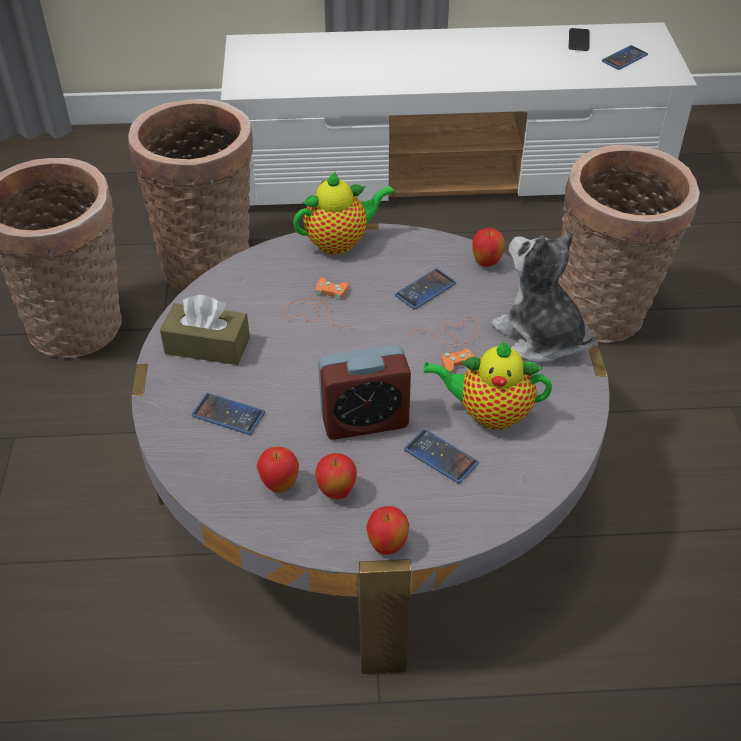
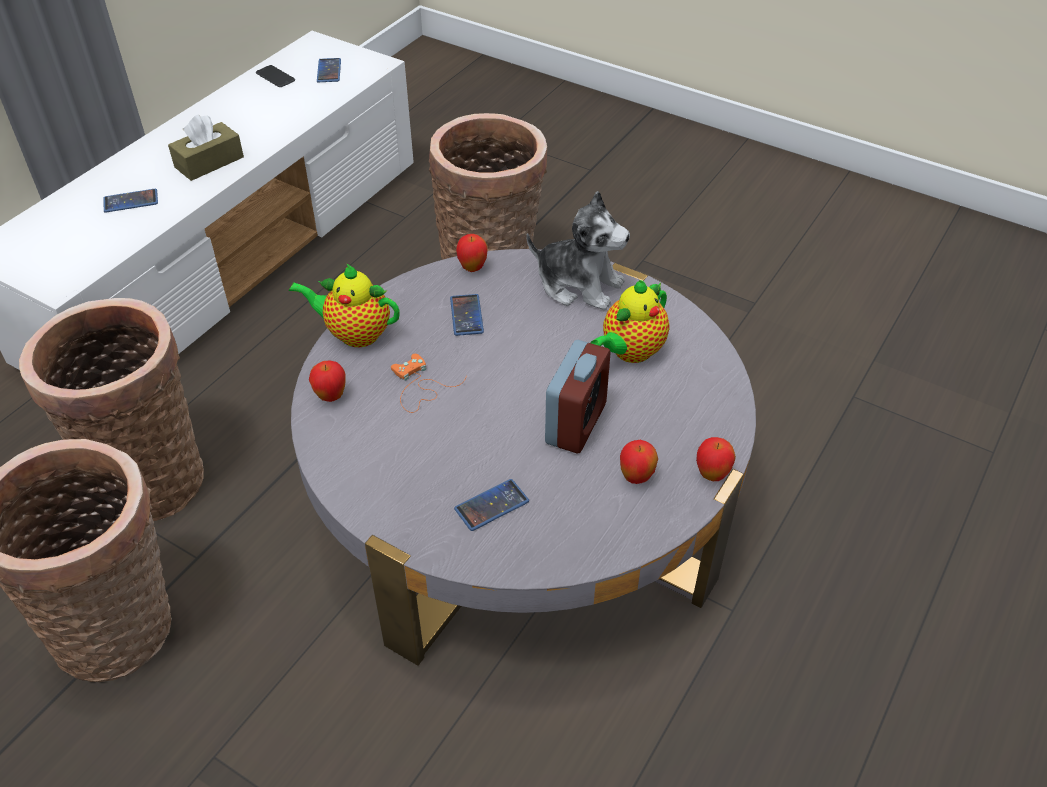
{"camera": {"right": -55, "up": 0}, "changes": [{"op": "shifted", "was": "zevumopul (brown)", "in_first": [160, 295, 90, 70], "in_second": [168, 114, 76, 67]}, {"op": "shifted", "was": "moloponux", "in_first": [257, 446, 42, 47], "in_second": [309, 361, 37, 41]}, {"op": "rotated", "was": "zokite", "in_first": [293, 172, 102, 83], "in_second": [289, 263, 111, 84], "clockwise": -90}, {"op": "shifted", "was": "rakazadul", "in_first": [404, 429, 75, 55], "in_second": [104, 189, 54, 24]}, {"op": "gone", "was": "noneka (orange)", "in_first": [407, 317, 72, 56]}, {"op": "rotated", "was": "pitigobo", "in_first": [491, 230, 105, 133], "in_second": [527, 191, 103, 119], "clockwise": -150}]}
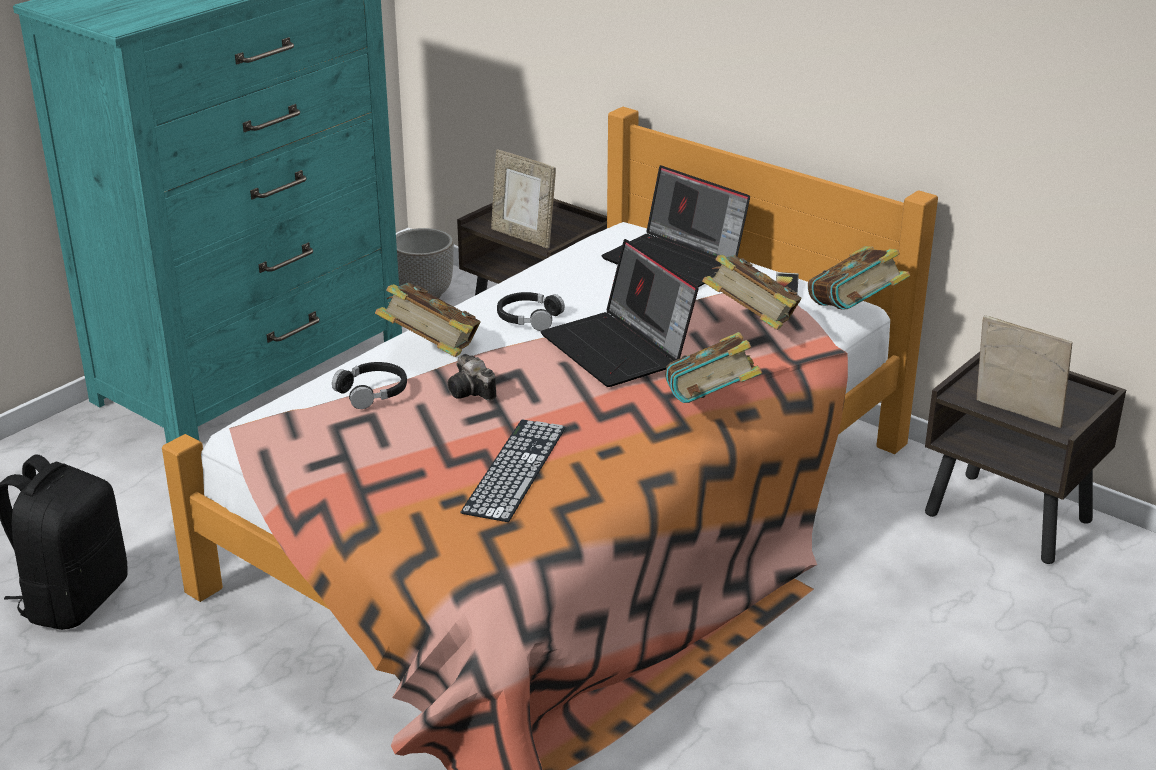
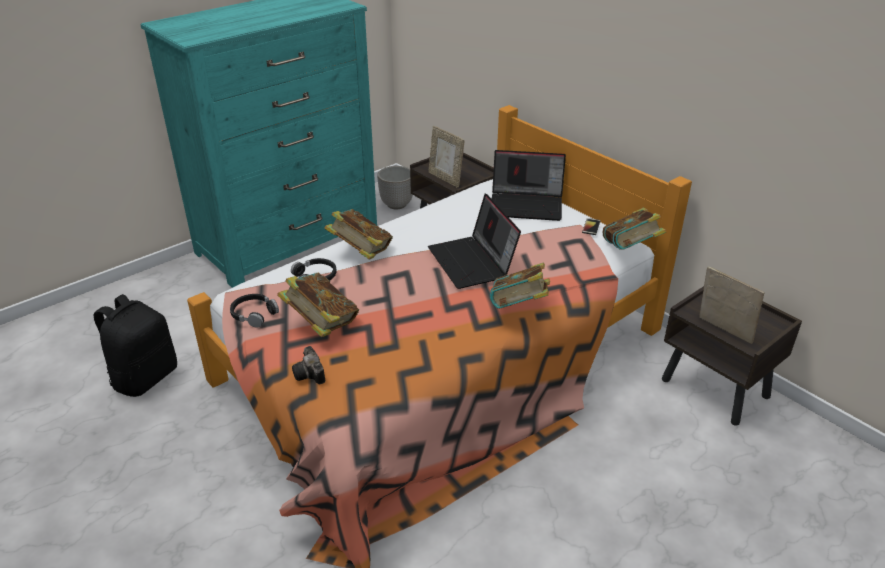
{"camera": {"right": 10, "up": 5}, "changes": [{"op": "shifted", "was": "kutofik", "in_first": [448, 354, 48, 46], "in_second": [292, 346, 33, 38]}, {"op": "gone", "was": "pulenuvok", "in_first": [460, 420, 106, 102]}, {"op": "shifted", "was": "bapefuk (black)", "in_first": [497, 292, 68, 39], "in_second": [230, 294, 49, 34]}, {"op": "rotated", "was": "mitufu", "in_first": [602, 165, 148, 122], "in_second": [492, 150, 74, 71], "clockwise": -45}, {"op": "shifted", "was": "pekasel", "in_first": [702, 254, 100, 76], "in_second": [277, 272, 82, 65]}]}
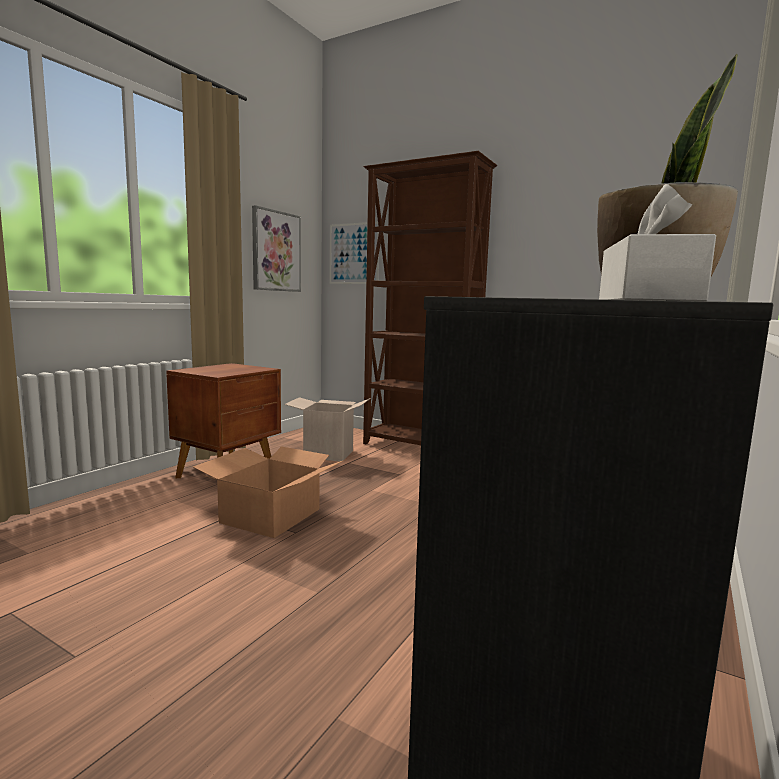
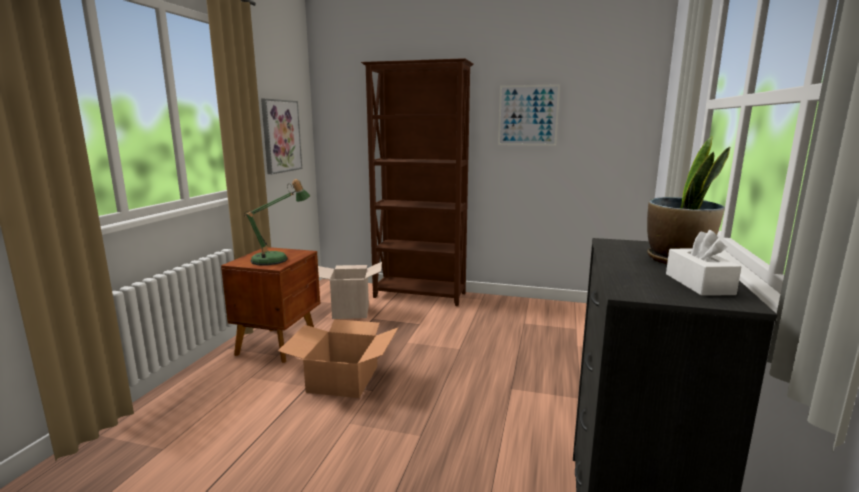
{"camera": {"right": -15, "up": 5}, "changes": [{"op": "shifted", "was": "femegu", "in_first": [330, 222, 49, 62], "in_second": [498, 84, 62, 62]}, {"op": "new", "now": "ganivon", "in_second": [244, 179, 66, 86]}]}
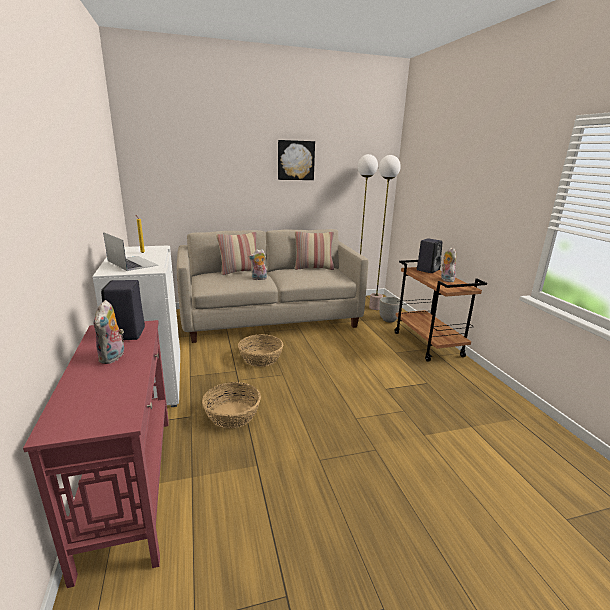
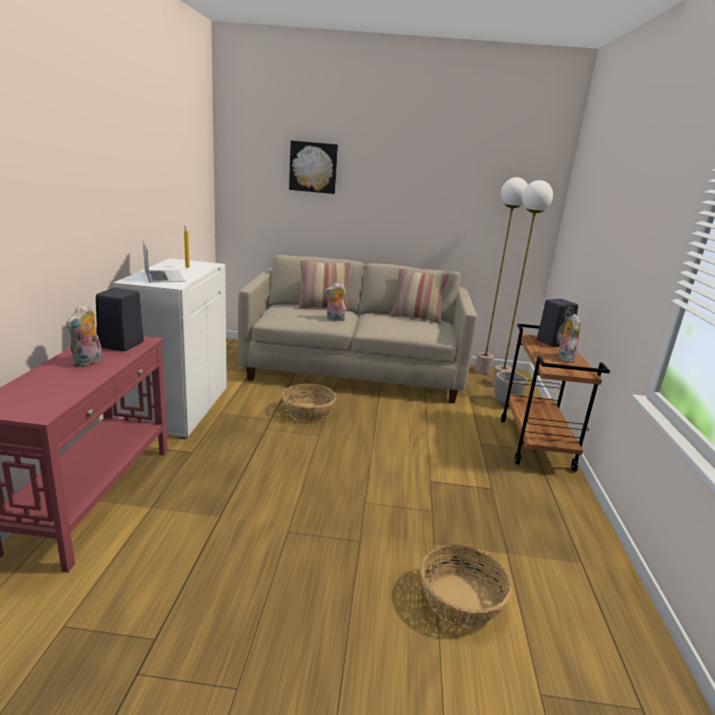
{"camera": {"right": 20, "up": 0}, "changes": [{"op": "shifted", "was": "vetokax", "in_first": [202, 382, 59, 47], "in_second": [420, 544, 92, 84]}, {"op": "shifted", "was": "femegu", "in_first": [278, 140, 37, 40], "in_second": [289, 141, 49, 53]}]}
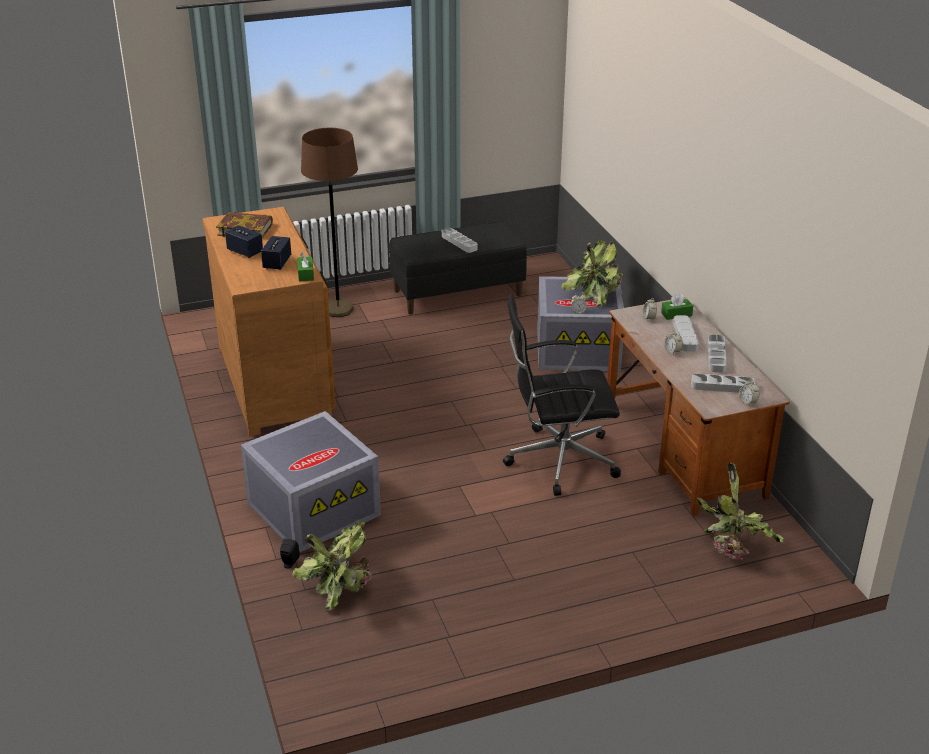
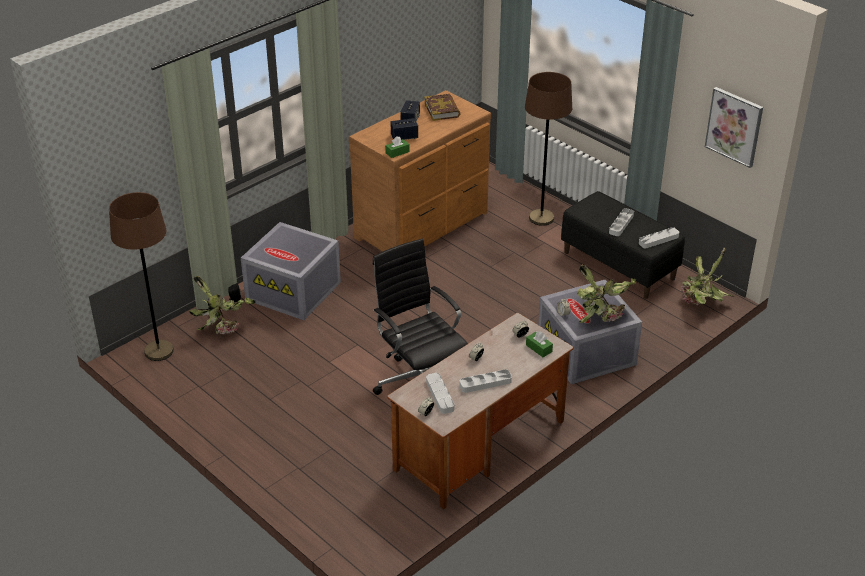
{"camera": {"right": 65, "up": 5}, "changes": [{"op": "shifted", "was": "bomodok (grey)", "in_first": [673, 315, 26, 37], "in_second": [639, 227, 40, 21]}, {"op": "shifted", "was": "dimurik", "in_first": [697, 463, 87, 96], "in_second": [681, 247, 53, 58]}, {"op": "new", "now": "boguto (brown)", "in_second": [109, 192, 65, 169]}, {"op": "new", "now": "femegu", "in_second": [705, 87, 58, 81]}]}
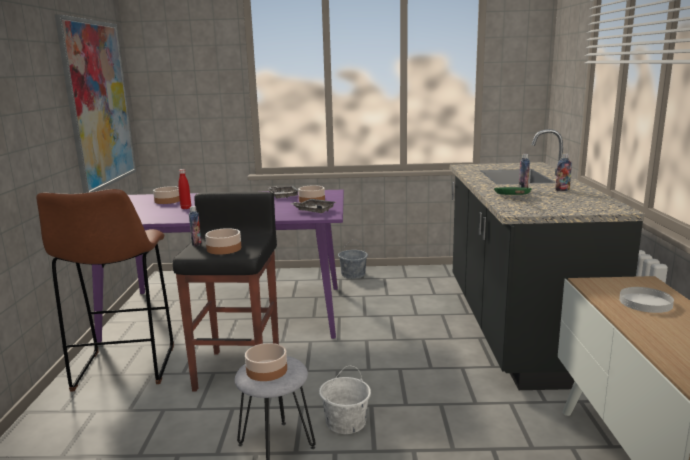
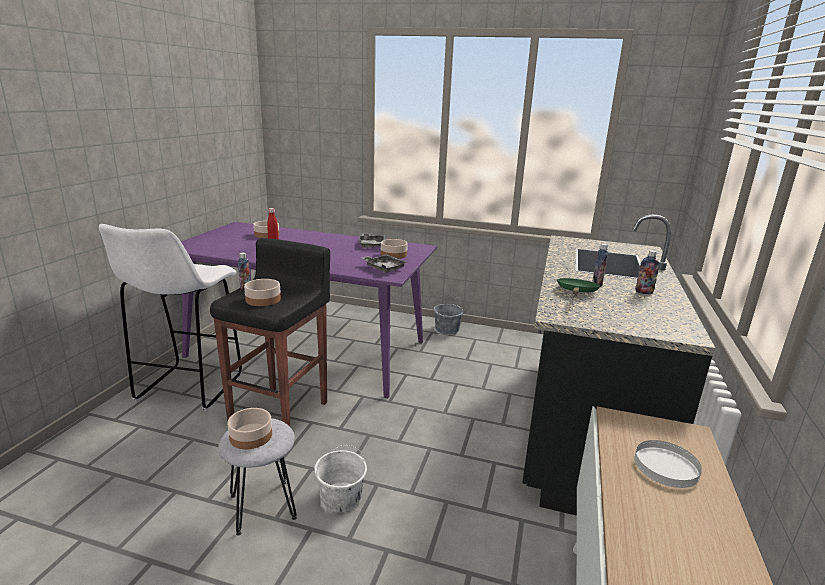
{"camera": {"right": 15, "up": 5}, "changes": [{"op": "repainted", "was": "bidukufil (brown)", "now": "bidukufil (white)", "in_first": [36, 189, 138, 203], "in_second": [99, 224, 143, 187]}, {"op": "gone", "was": "femegu", "in_first": [55, 14, 81, 179]}]}
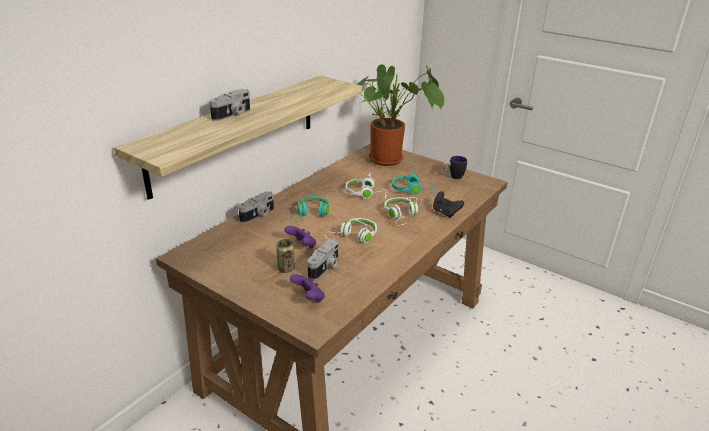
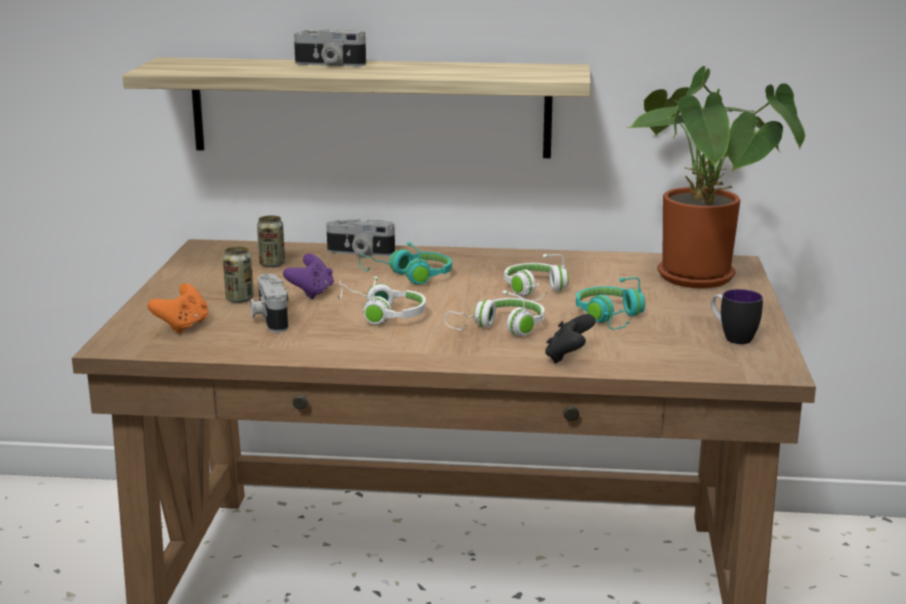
{"camera": {"right": 60, "up": -10}, "changes": [{"op": "repainted", "was": "noneka (purple)", "now": "noneka (orange)", "in_first": [290, 274, 35, 28], "in_second": [147, 283, 62, 51]}, {"op": "rotated", "was": "kutofik", "in_first": [307, 239, 32, 41], "in_second": [250, 274, 39, 58], "clockwise": 75}, {"op": "new", "now": "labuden", "in_second": [257, 216, 28, 51]}]}
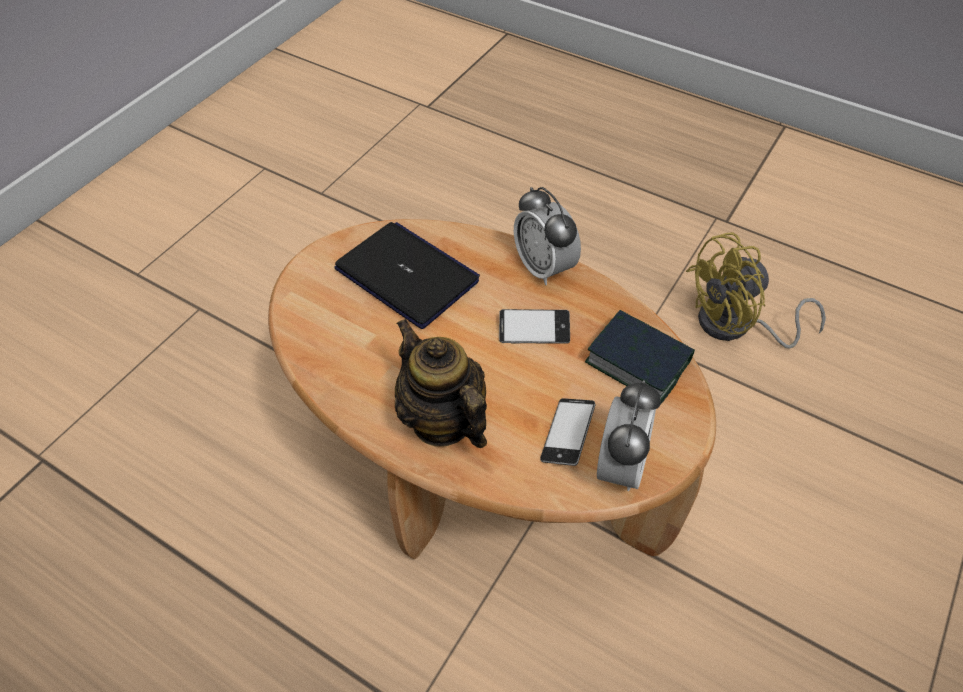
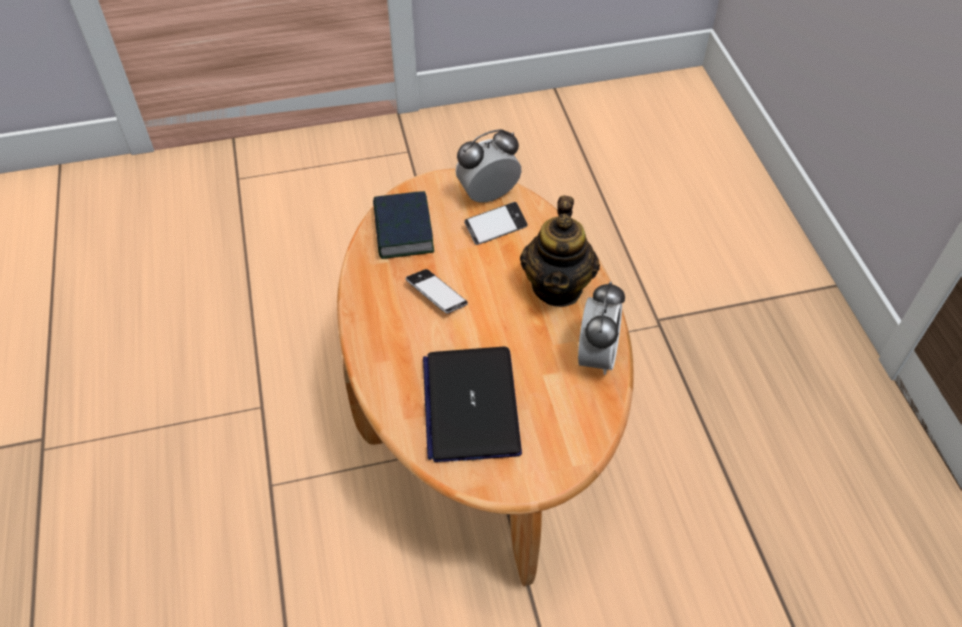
{"camera": {"right": -135, "up": 0}, "changes": [{"op": "shifted", "was": "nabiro", "in_first": [514, 187, 67, 98], "in_second": [578, 281, 47, 94]}, {"op": "gone", "was": "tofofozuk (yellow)", "in_first": [686, 232, 140, 117]}]}
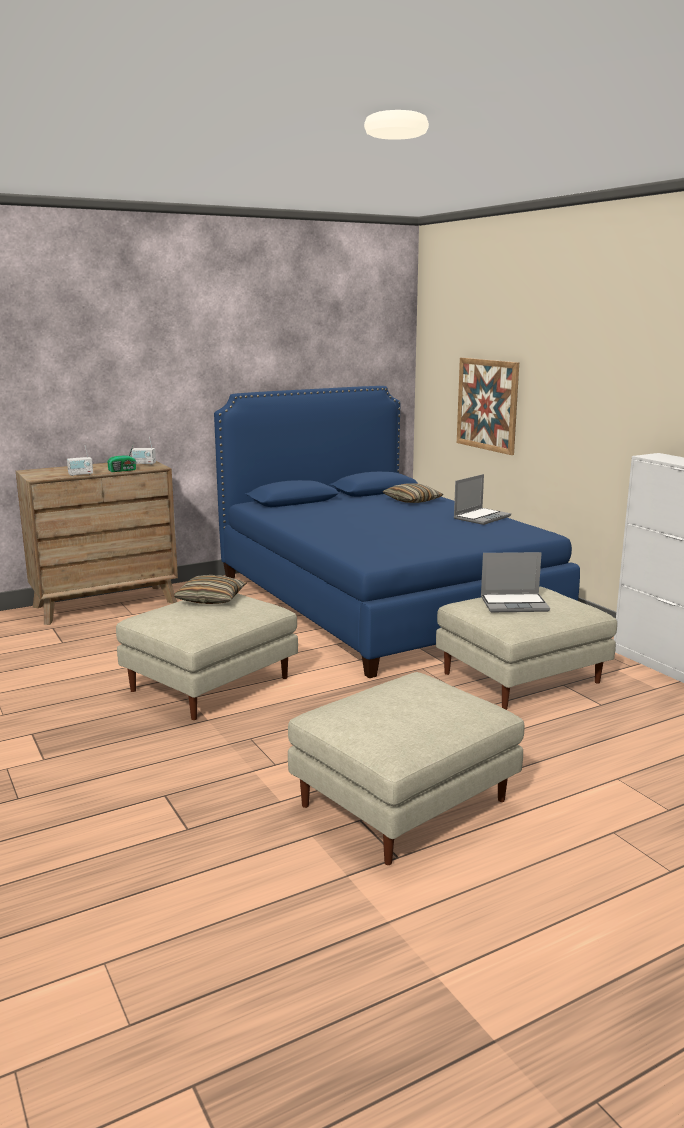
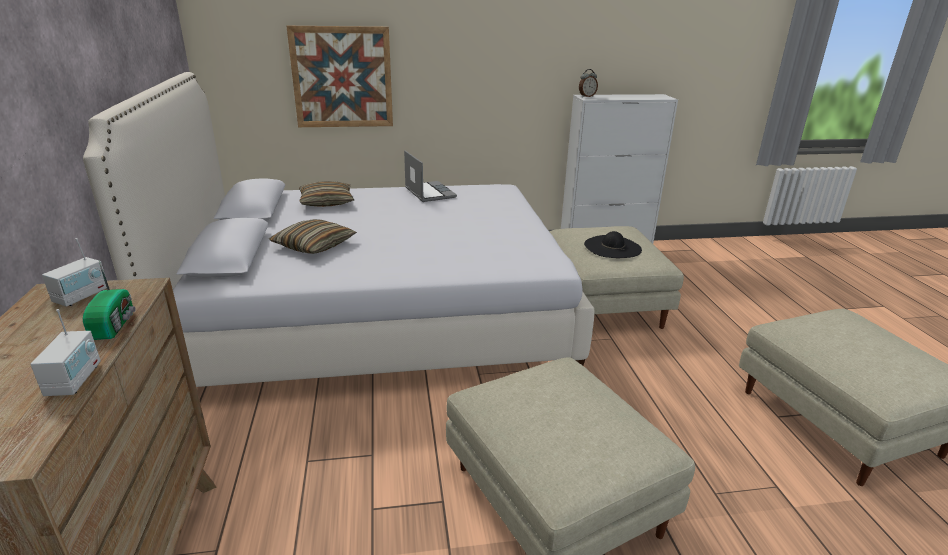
{"camera": {"right": -70, "up": 10}, "changes": [{"op": "shifted", "was": "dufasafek", "in_first": [174, 575, 73, 29], "in_second": [269, 219, 88, 35]}, {"op": "repainted", "was": "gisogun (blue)", "now": "gisogun (white)", "in_first": [214, 386, 366, 292], "in_second": [83, 72, 511, 315]}, {"op": "swapped", "was": "mitufu", "now": "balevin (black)", "in_first": [481, 552, 69, 60], "in_second": [584, 231, 58, 27]}, {"op": "new", "now": "nabiro", "in_second": [579, 69, 19, 28]}]}
